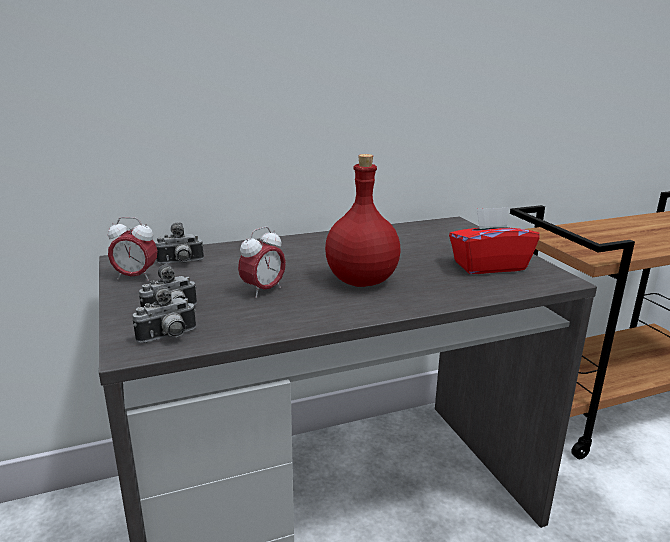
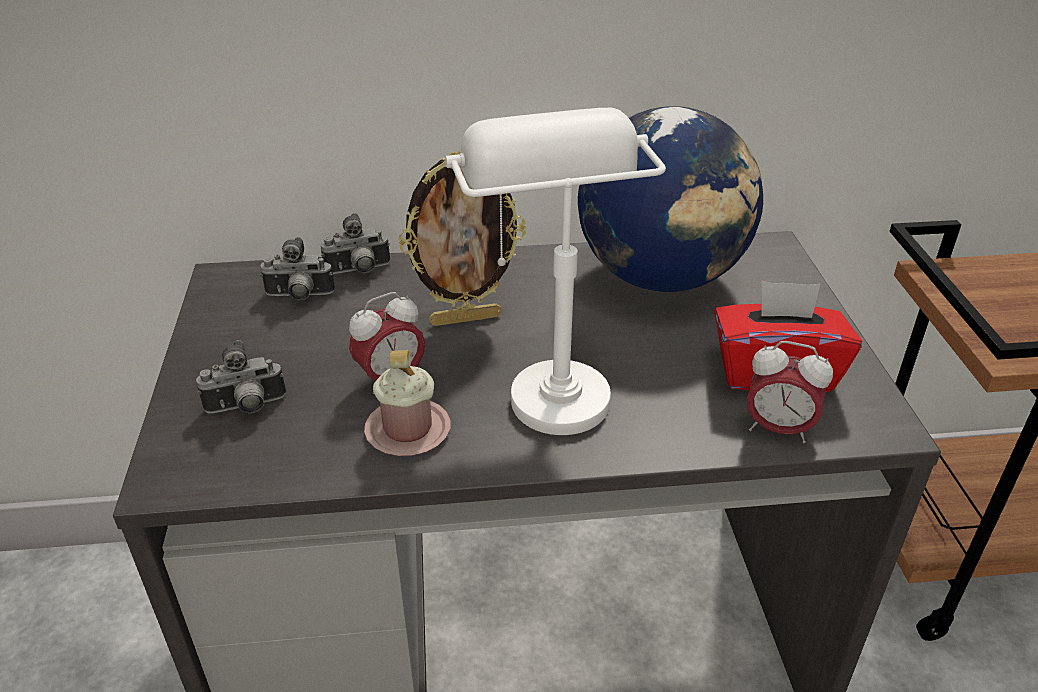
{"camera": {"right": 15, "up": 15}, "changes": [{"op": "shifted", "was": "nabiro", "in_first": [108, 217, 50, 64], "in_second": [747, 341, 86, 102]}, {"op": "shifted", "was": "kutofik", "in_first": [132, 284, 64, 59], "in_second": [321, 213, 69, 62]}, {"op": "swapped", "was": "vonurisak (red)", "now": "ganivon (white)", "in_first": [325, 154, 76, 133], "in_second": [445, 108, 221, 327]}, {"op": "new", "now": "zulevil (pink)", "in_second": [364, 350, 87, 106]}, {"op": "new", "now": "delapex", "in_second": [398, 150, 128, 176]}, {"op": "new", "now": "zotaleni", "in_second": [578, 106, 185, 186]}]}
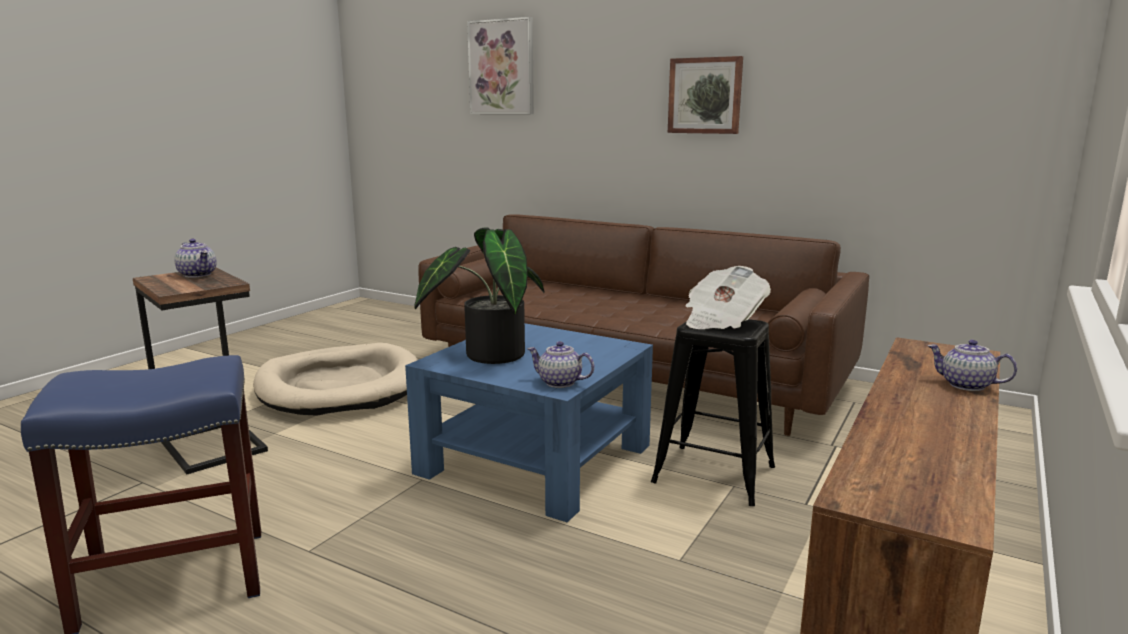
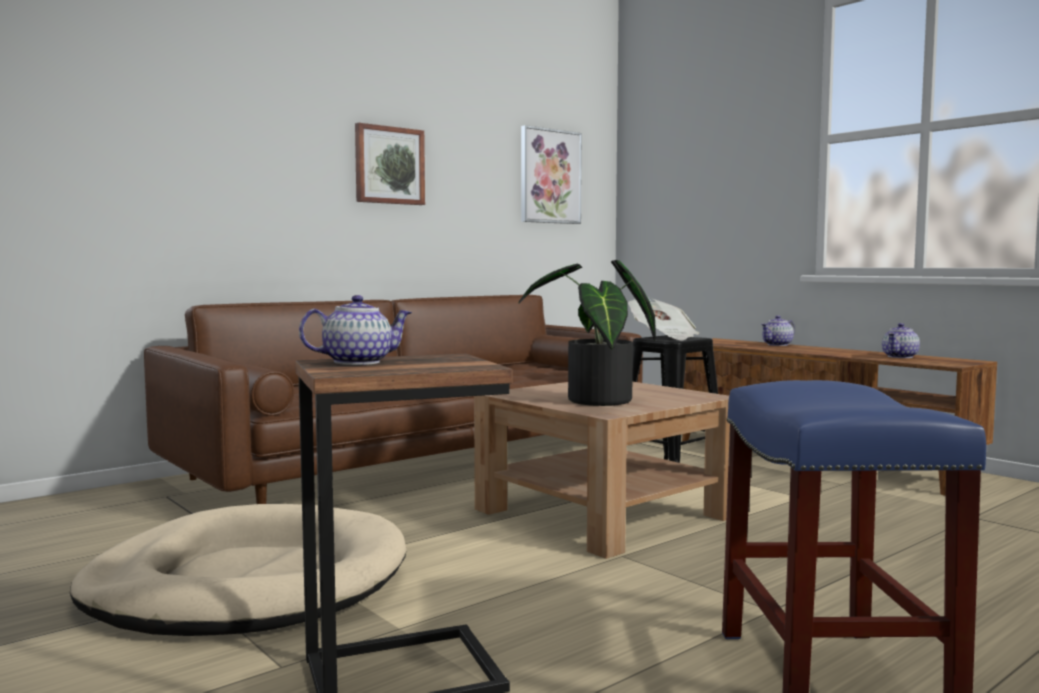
{"camera": {"right": -70, "up": -10}, "changes": [{"op": "repainted", "was": "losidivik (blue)", "now": "losidivik (brown)", "in_first": [405, 323, 248, 199], "in_second": [474, 382, 256, 177]}, {"op": "shifted", "was": "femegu", "in_first": [467, 17, 67, 97], "in_second": [521, 125, 61, 99]}, {"op": "shifted", "was": "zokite", "in_first": [527, 341, 68, 47], "in_second": [882, 323, 38, 35]}]}
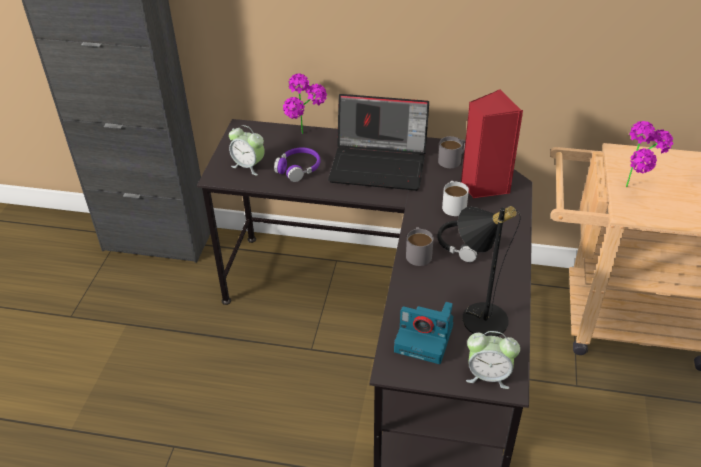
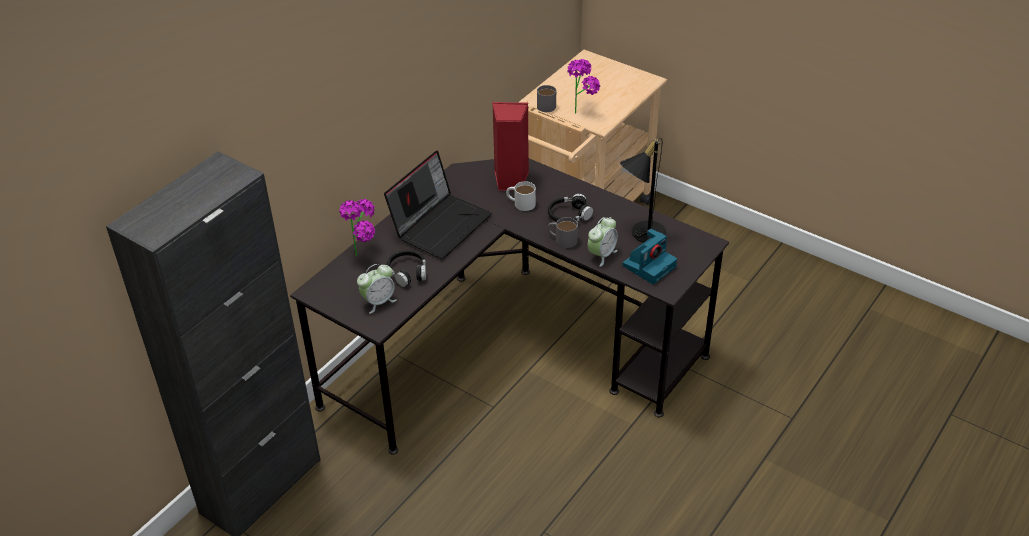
{"camera": {"right": -65, "up": 0}, "changes": [{"op": "repainted", "was": "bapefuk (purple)", "now": "bapefuk (black)", "in_first": [274, 148, 47, 34], "in_second": [387, 250, 39, 37]}, {"op": "shifted", "was": "zulevil (grey)", "in_first": [438, 136, 27, 32], "in_second": [537, 85, 19, 27]}, {"op": "shifted", "was": "nabiro", "in_first": [466, 331, 54, 58], "in_second": [588, 217, 30, 50]}]}
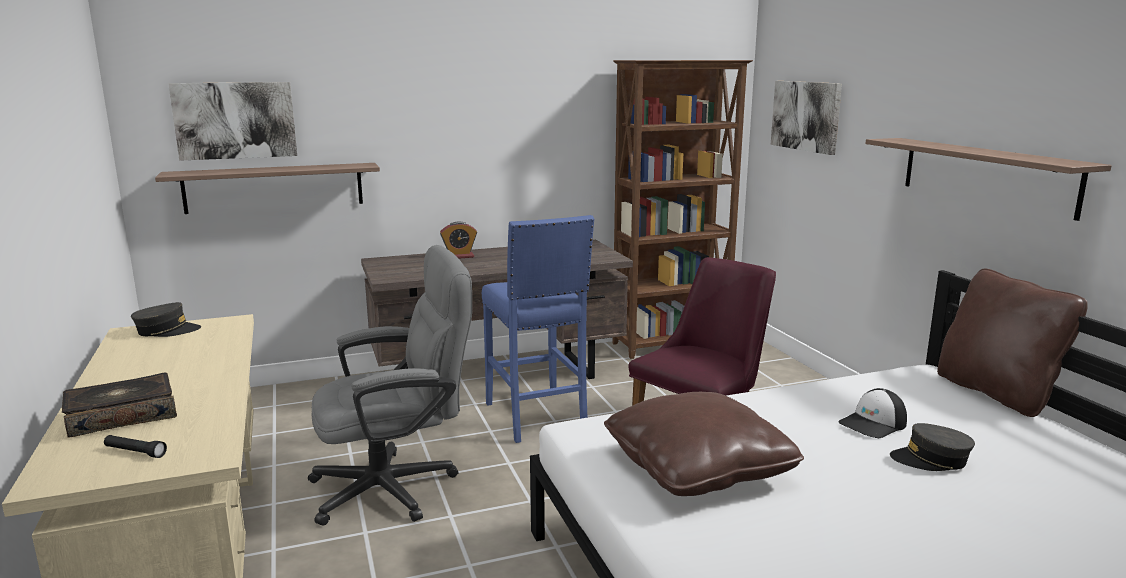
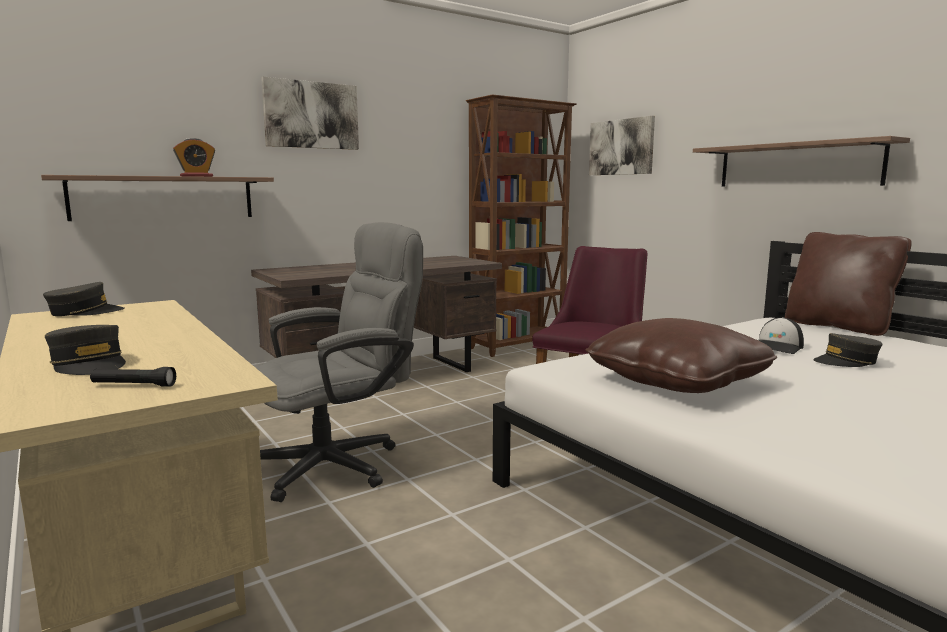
{"camera": {"right": -15, "up": -5}, "changes": [{"op": "swapped", "was": "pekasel", "now": "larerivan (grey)", "in_first": [62, 372, 115, 66], "in_second": [45, 325, 81, 50]}, {"op": "shifted", "was": "femegu", "in_first": [168, 82, 129, 79], "in_second": [261, 77, 98, 73]}, {"op": "shifted", "was": "nabiro", "in_first": [440, 221, 37, 38], "in_second": [173, 138, 42, 39]}, {"op": "gone", "was": "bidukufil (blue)", "in_first": [482, 215, 112, 228]}]}
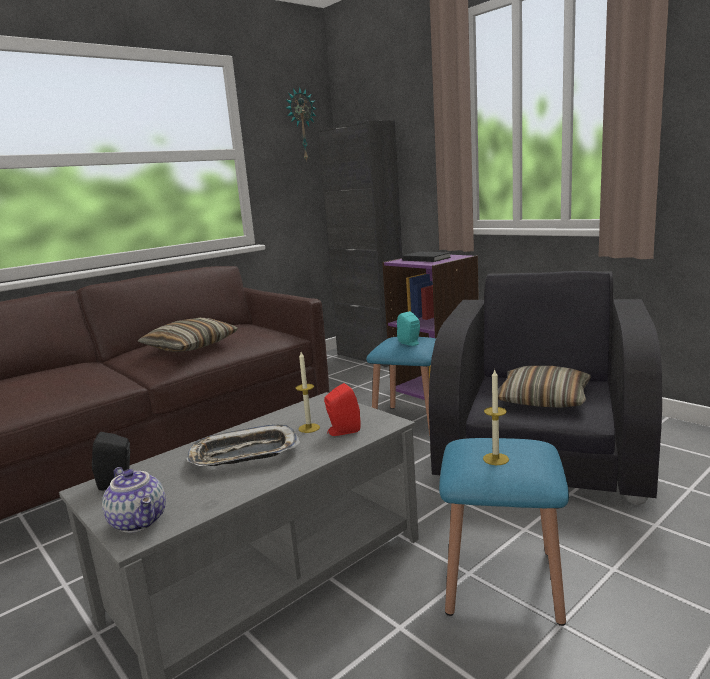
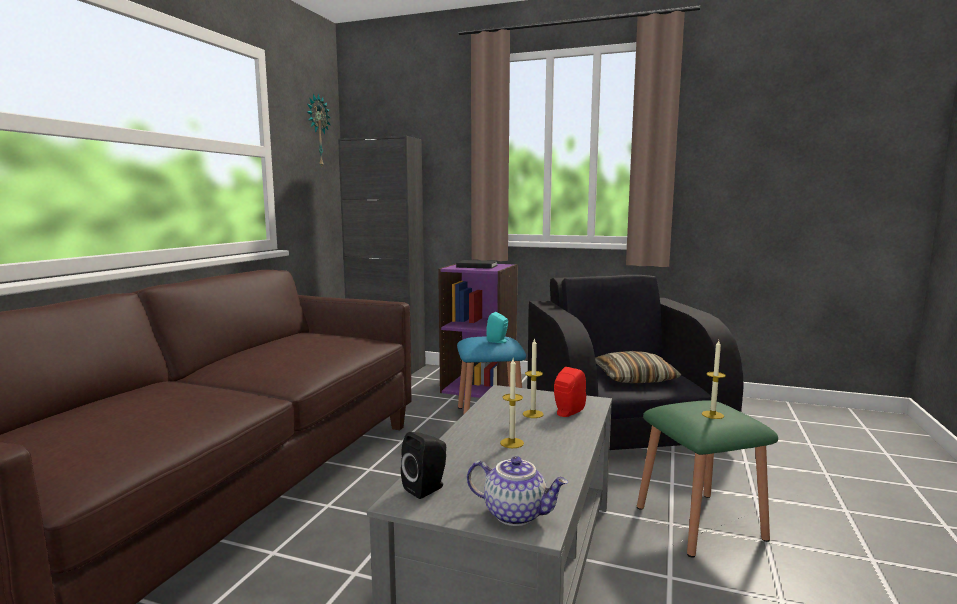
{"camera": {"right": -30, "up": -5}, "changes": [{"op": "gone", "was": "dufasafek", "in_first": [138, 318, 100, 34]}, {"op": "swapped", "was": "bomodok", "now": "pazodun", "in_first": [186, 424, 114, 42], "in_second": [500, 358, 24, 90]}, {"op": "repainted", "was": "bidukufil (blue)", "now": "bidukufil (green)", "in_first": [439, 438, 130, 188], "in_second": [637, 400, 141, 158]}]}
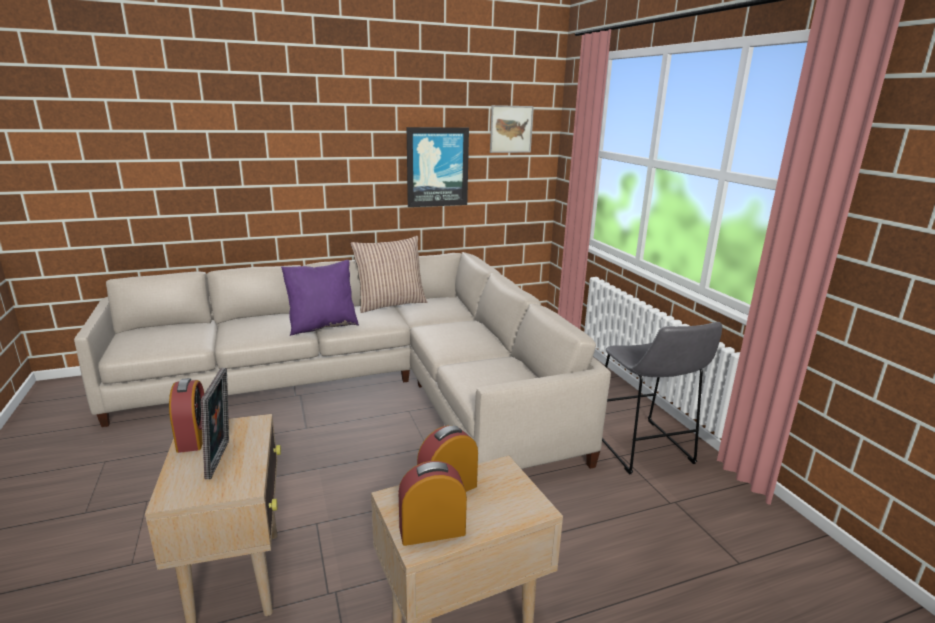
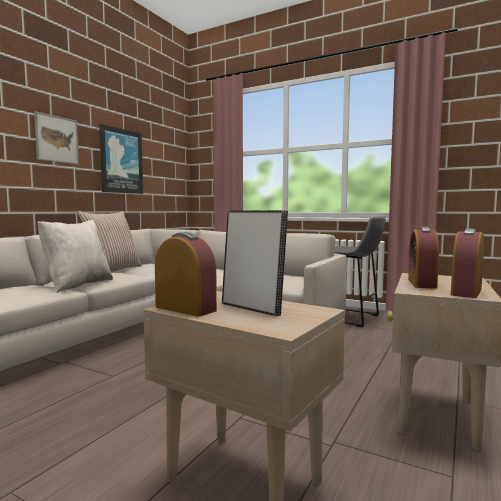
{"camera": {"right": -40, "up": -15}, "changes": [{"op": "repainted", "was": "dufasafek (purple)", "now": "dufasafek (beige)", "in_first": [281, 260, 78, 76], "in_second": [37, 220, 76, 73]}, {"op": "shifted", "was": "femegu", "in_first": [490, 105, 44, 48], "in_second": [34, 112, 45, 52]}]}
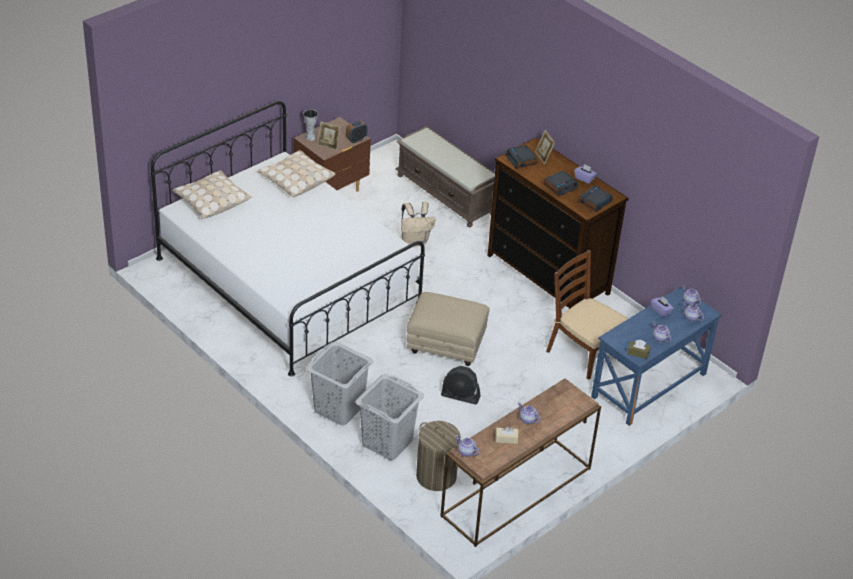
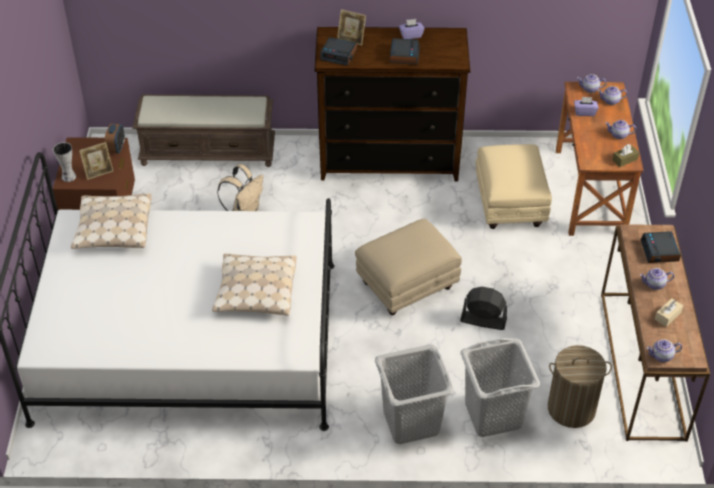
{"camera": {"right": -45, "up": 5}, "changes": [{"op": "shifted", "was": "dufasafek (beige)", "in_first": [172, 170, 80, 49], "in_second": [212, 253, 85, 63]}, {"op": "rotated", "was": "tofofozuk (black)", "in_first": [441, 366, 40, 39], "in_second": [460, 287, 47, 43], "clockwise": -135}, {"op": "swapped", "was": "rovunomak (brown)", "now": "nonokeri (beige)", "in_first": [546, 250, 83, 130], "in_second": [476, 144, 76, 85]}, {"op": "shifted", "was": "nabiro", "in_first": [577, 186, 36, 26], "in_second": [640, 231, 41, 32]}, {"op": "repainted", "was": "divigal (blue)", "now": "divigal (brown)", "in_first": [591, 287, 131, 139], "in_second": [556, 82, 88, 154]}]}
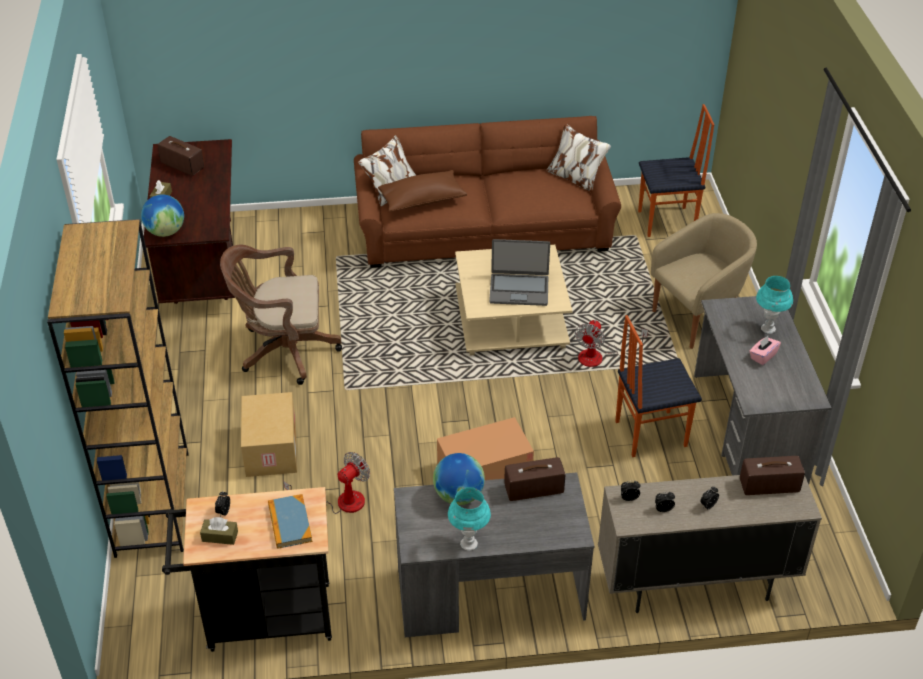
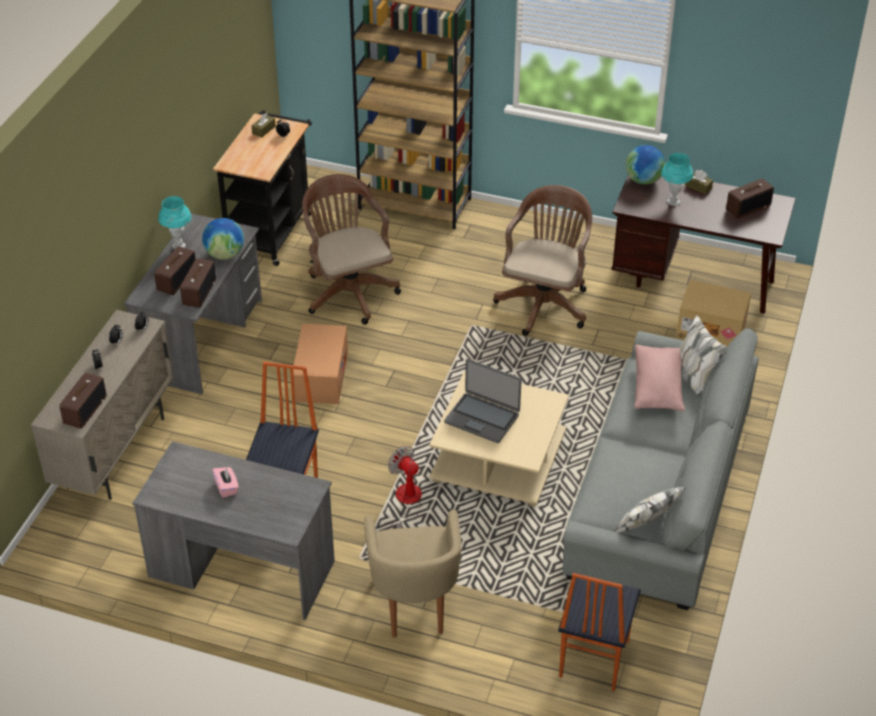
{"camera": {"right": 115, "up": 0}, "changes": [{"op": "shifted", "was": "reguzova", "in_first": [241, 392, 56, 85], "in_second": [676, 280, 75, 67]}, {"op": "gone", "was": "pekasel", "in_first": [268, 494, 44, 55]}, {"op": "swapped", "was": "tofofozuk", "now": "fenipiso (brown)", "in_first": [284, 452, 86, 62], "in_second": [302, 174, 99, 151]}, {"op": "repainted", "was": "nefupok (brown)", "now": "nefupok (grey)", "in_first": [354, 116, 267, 152], "in_second": [562, 315, 197, 295]}, {"op": "repainted", "was": "dufasafek (brown)", "now": "dufasafek (pink)", "in_first": [378, 170, 89, 42], "in_second": [635, 345, 50, 67]}, {"op": "rotated", "was": "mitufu", "in_first": [489, 239, 61, 67], "in_second": [444, 359, 78, 84], "clockwise": -90}, {"op": "shifted", "was": "ganivon (turquoise)", "in_first": [756, 276, 37, 58], "in_second": [661, 153, 32, 53]}, {"op": "new", "now": "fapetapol", "in_second": [154, 246, 41, 49]}]}
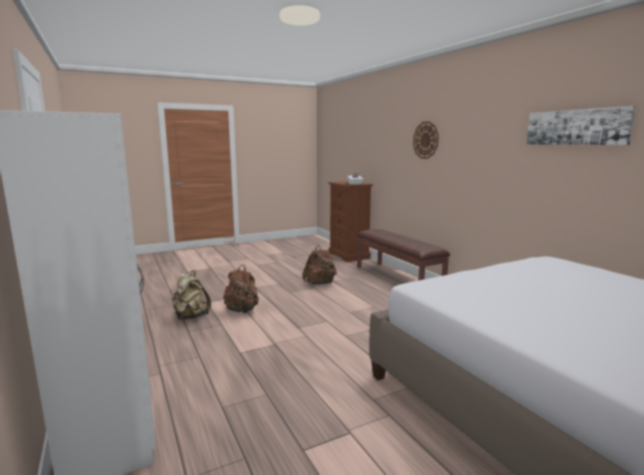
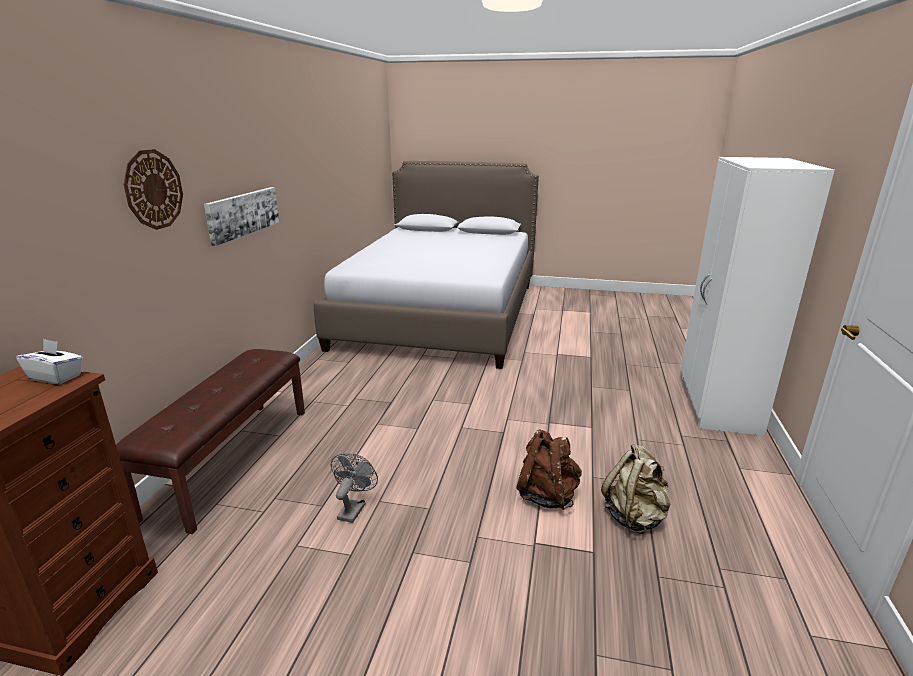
{"camera": {"right": -140, "up": 10}, "changes": [{"op": "swapped", "was": "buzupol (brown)", "now": "tofofozuk (grey)", "in_first": [302, 245, 35, 40], "in_second": [331, 453, 47, 70]}, {"op": "shifted", "was": "femegu", "in_first": [526, 106, 110, 39], "in_second": [204, 187, 75, 59]}]}
